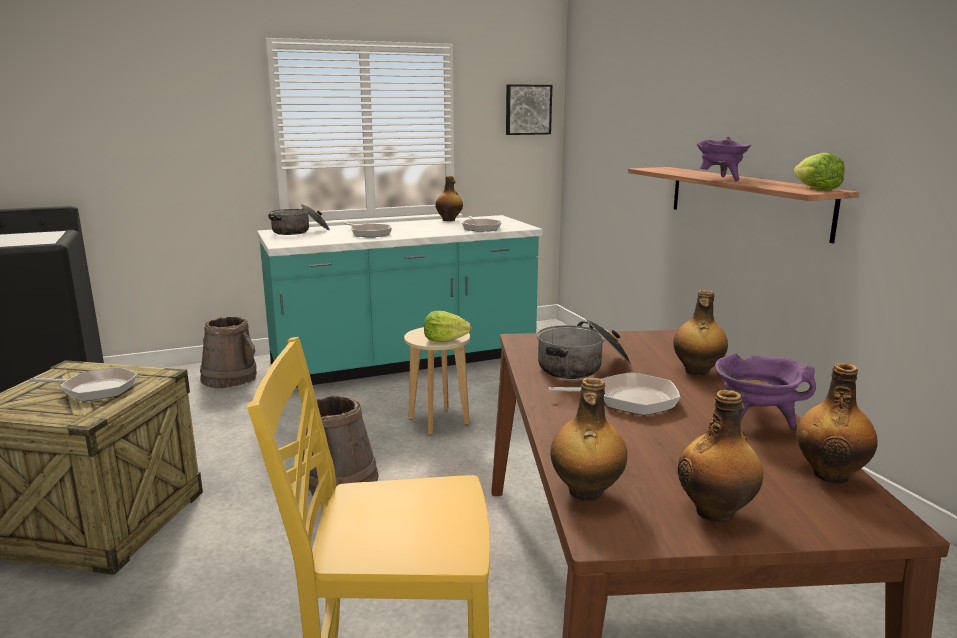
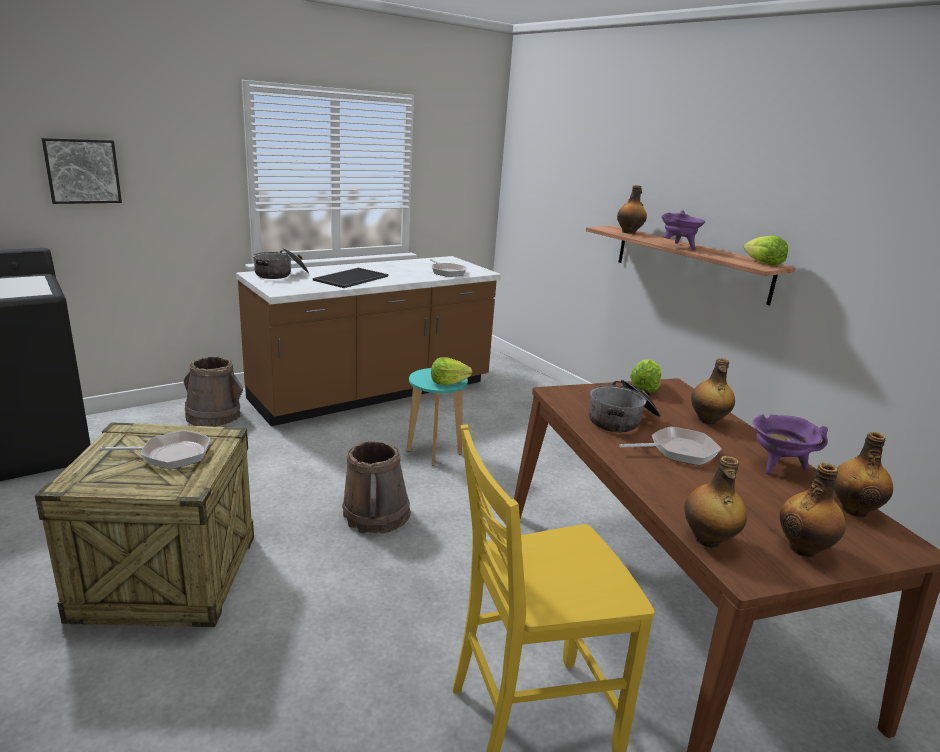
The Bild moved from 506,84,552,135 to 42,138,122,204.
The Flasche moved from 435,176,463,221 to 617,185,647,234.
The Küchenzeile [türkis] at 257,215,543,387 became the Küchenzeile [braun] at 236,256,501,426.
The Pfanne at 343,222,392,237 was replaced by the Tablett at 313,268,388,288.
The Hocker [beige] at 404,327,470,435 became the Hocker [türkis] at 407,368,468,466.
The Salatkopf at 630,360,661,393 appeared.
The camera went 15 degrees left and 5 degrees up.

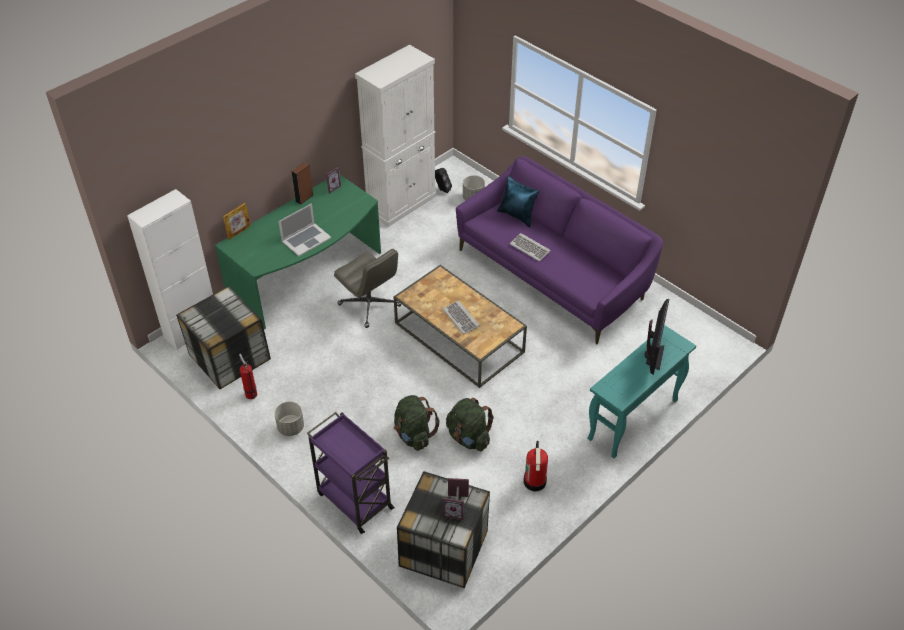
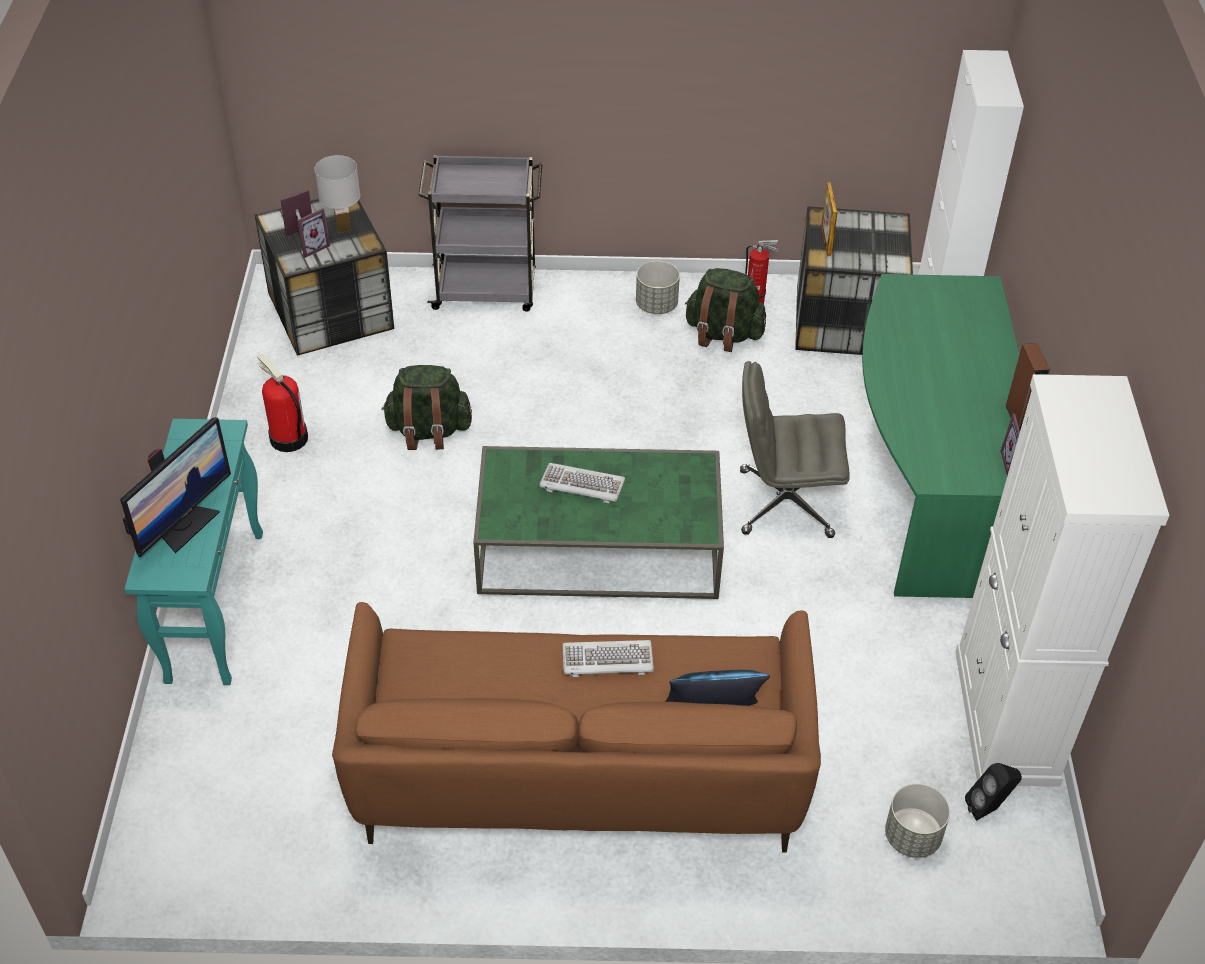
The Sofa [lila] at 456,156,663,344 became the Sofa [braun] at 332,602,821,853.
The Bilderrahmen moved from 223,203,250,240 to 821,182,838,256.
The Laptop at 279,203,331,256 disappeared.
The Couchtisch [braun] at 394,265,527,388 became the Couchtisch [grün] at 473,446,724,599.
The Monitor at 644,299,669,375 turned 120 degrees counterclockwise.
The Rucksack [grün] moved from 394,395,440,451 to 685,268,766,352.
The Rollwagen [lila] at 307,412,395,534 became the Rollwagen [grau] at 418,155,542,312.
The Tischlampe [weiß] at 314,155,360,233 appeared.
The camera went 135 degrees right and 0 degrees up.

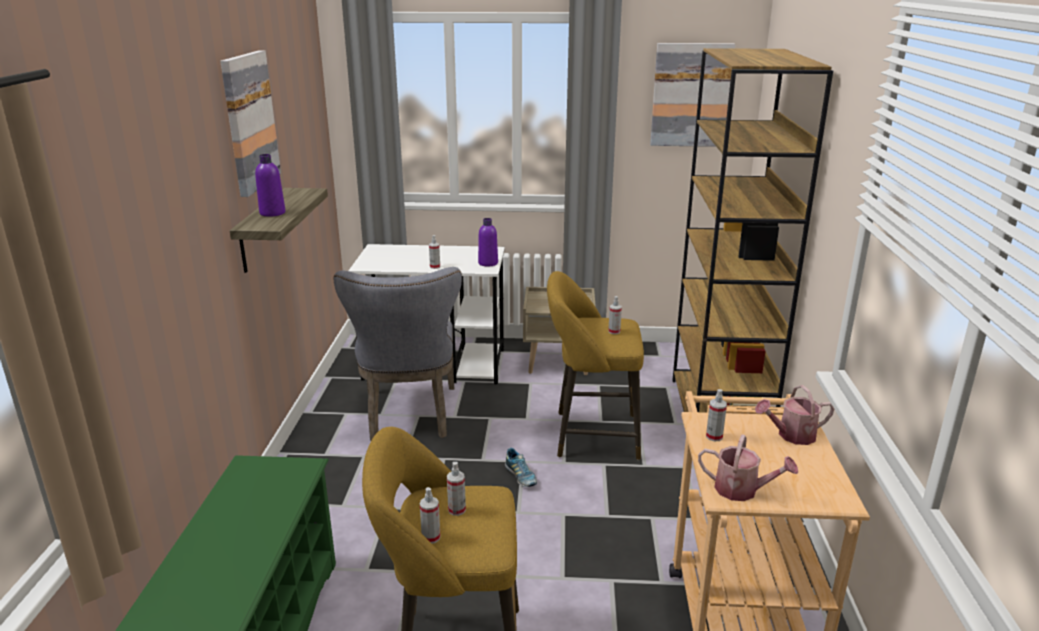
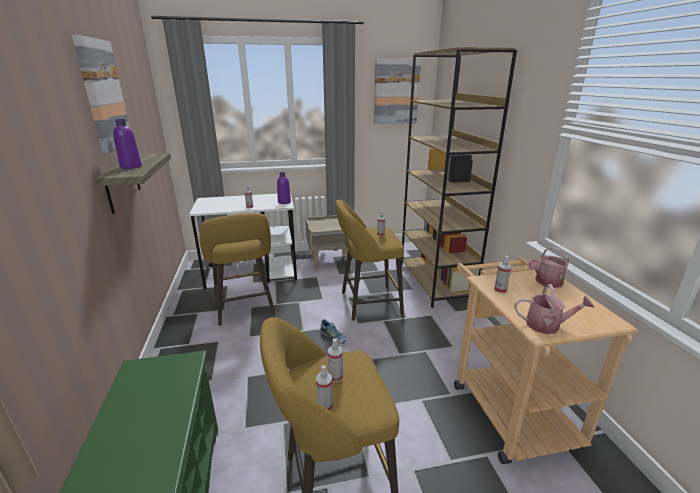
The Stuhl [grau] at 333,267,462,441 was replaced by the Hocker [gelb] at 200,213,276,326.
The camera went 15 degrees left and 0 degrees up.

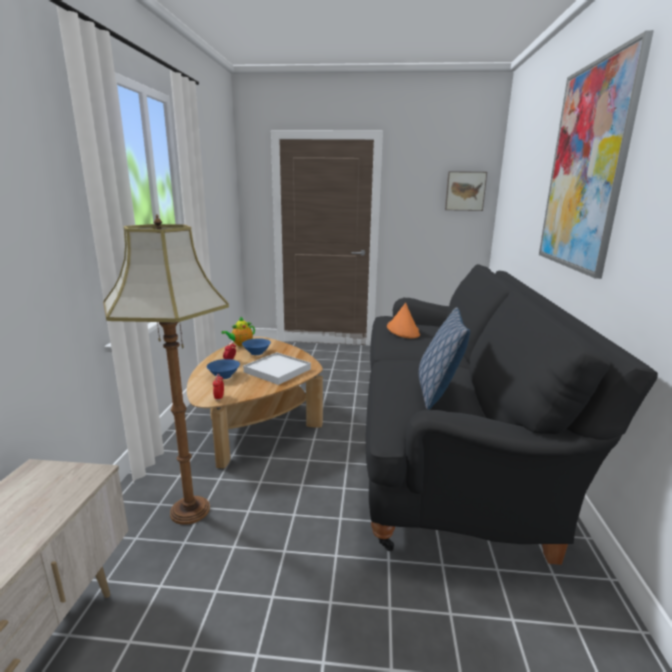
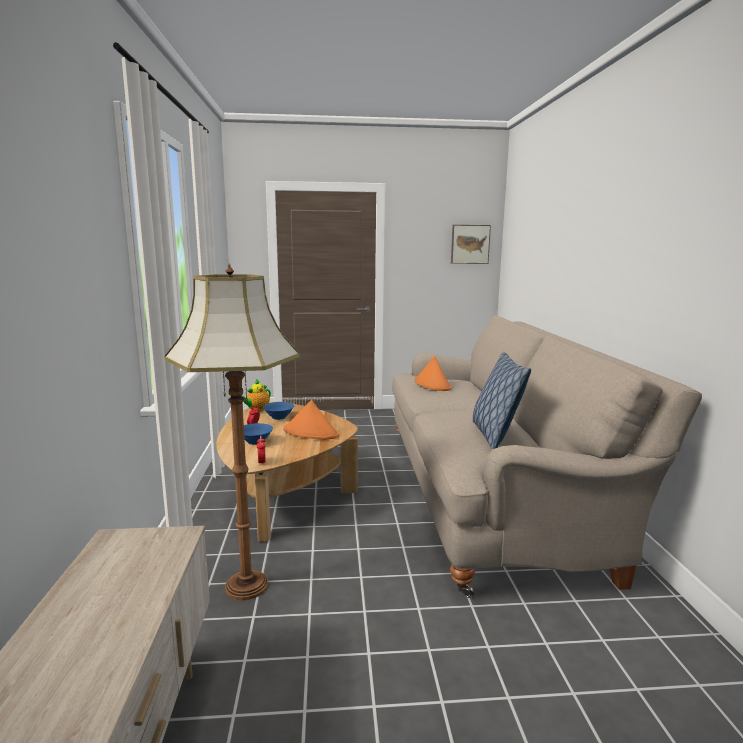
The Bild at 539,30,654,279 disappeared.
The Sofa [schwarz] at 366,264,658,565 became the Sofa [beige] at 392,316,702,598.
The Tablett [weiß] at 243,352,311,385 was replaced by the Hut [orange] at 283,400,339,440.
The camera went 10 degrees left and 5 degrees down.

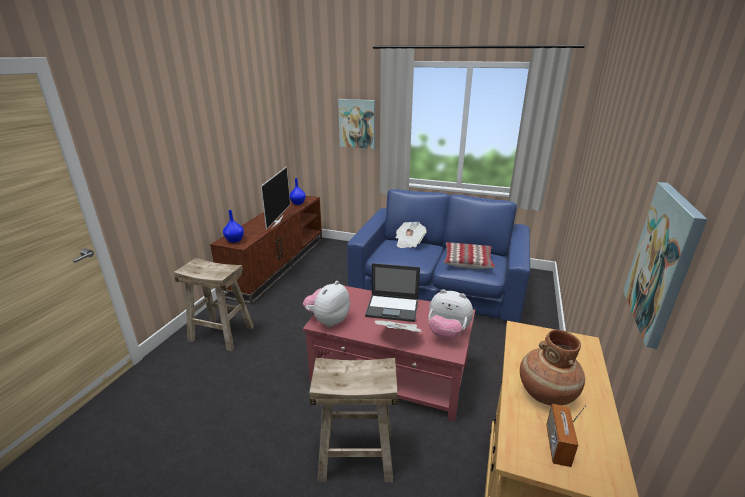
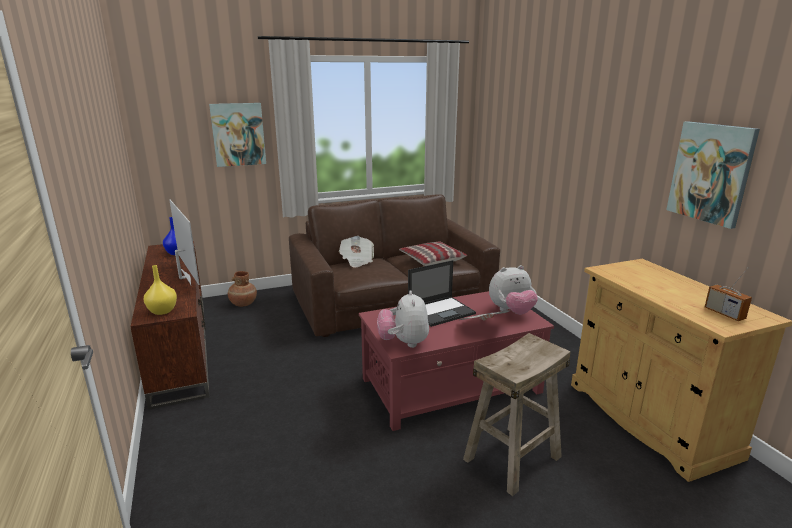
The Sofa [blau] at 347,189,530,323 became the Sofa [braun] at 289,194,500,337.
The Vase [blau] at 223,210,244,243 became the Vase [gelb] at 144,265,177,315.
The Hocker [beige] at 174,258,254,351 disappeared.
The Vase [braun] moved from 520,329,585,405 to 228,271,257,307.
The camera went 40 degrees left and 5 degrees down.

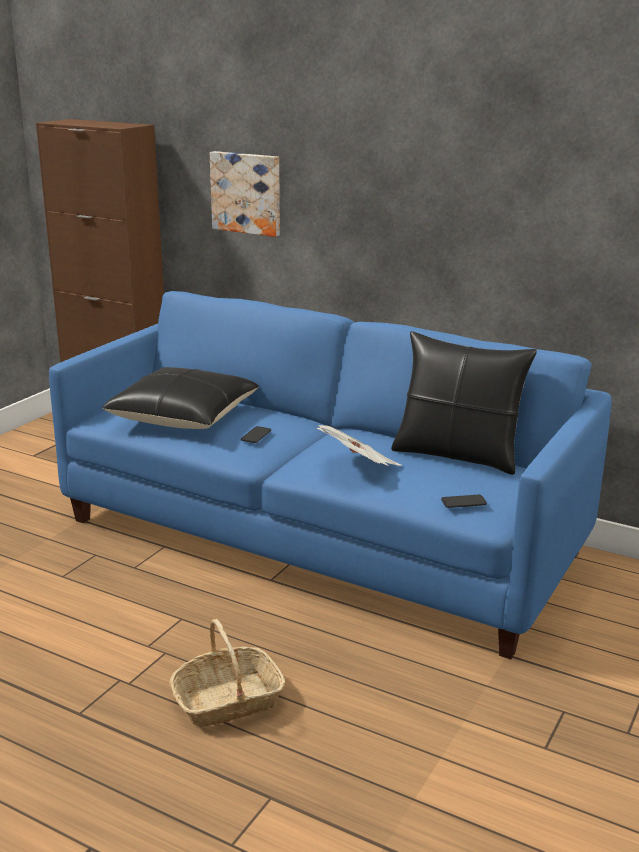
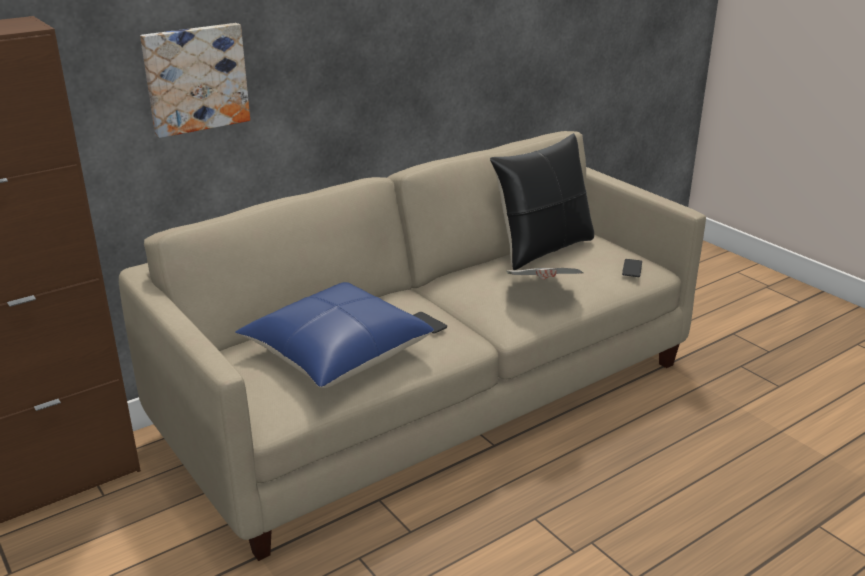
The Sofa [blau] at 49,291,612,659 became the Sofa [beige] at 119,131,706,561.
The Kissen [schwarz] at 102,367,259,429 became the Kissen [blau] at 235,282,434,388.
The Korb at 169,619,285,727 disappeared.
The camera went 65 degrees left and 5 degrees up.

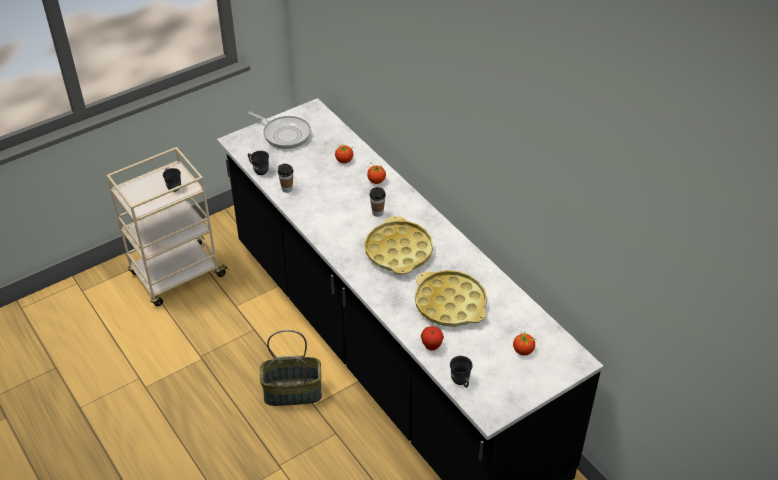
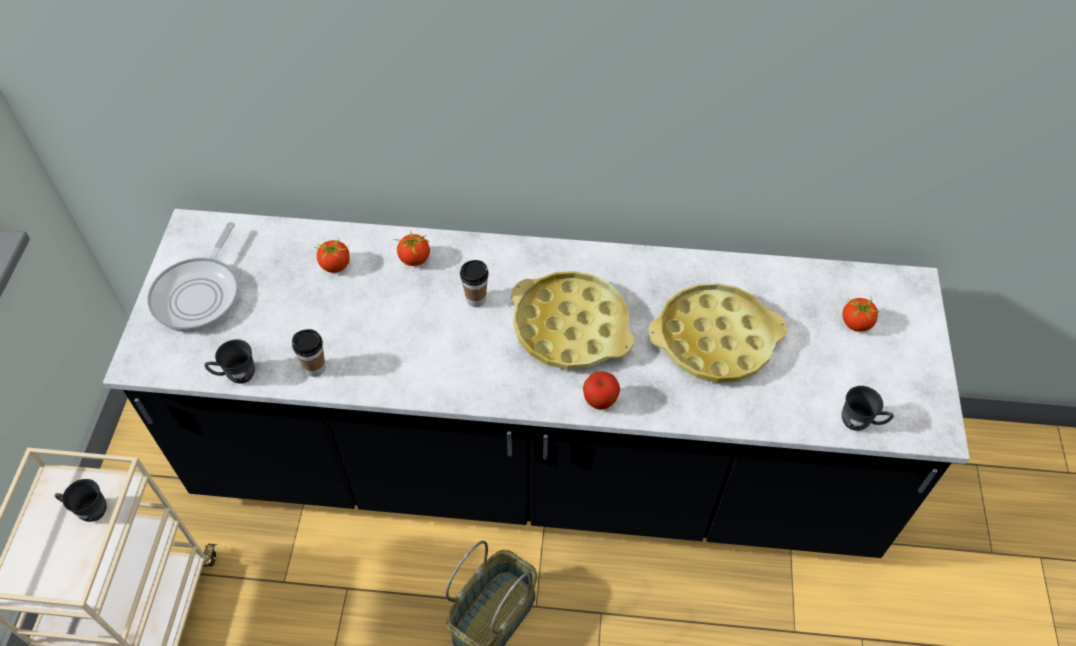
The Pfanne at 248,111,311,149 turned 120 degrees clockwise.
The Apfel moved from 421,326,444,350 to 583,371,620,410.
The camera went 50 degrees left and 10 degrees up.

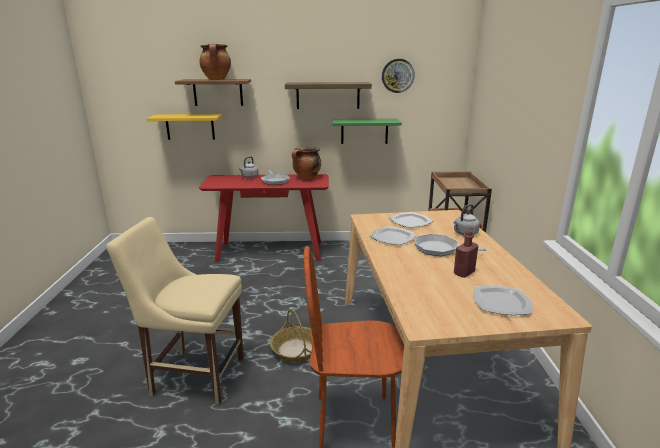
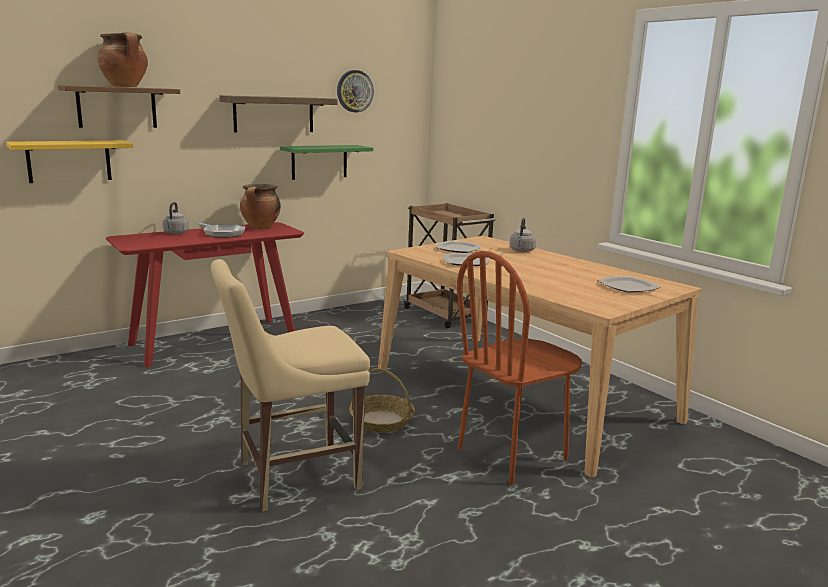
The Flasche [rot] at 454,230,478,278 disappeared.
The Pfanne at 414,234,487,256 disappeared.
The camera went 35 degrees left and 5 degrees down.

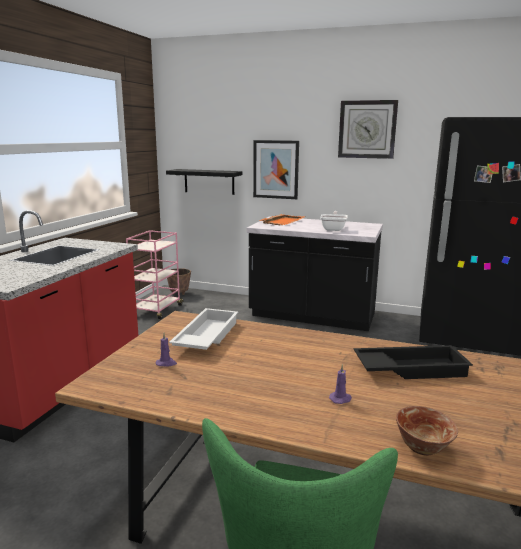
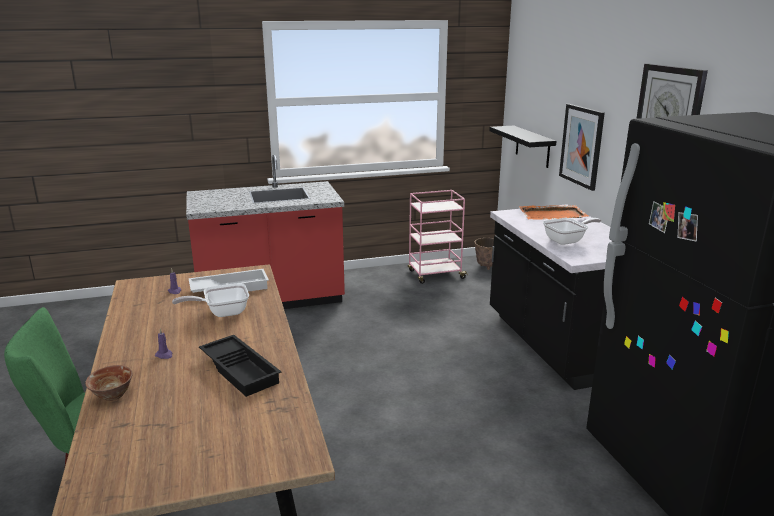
The Pfanne at 172,283,249,317 appeared.
The camera went 55 degrees right and 5 degrees up.

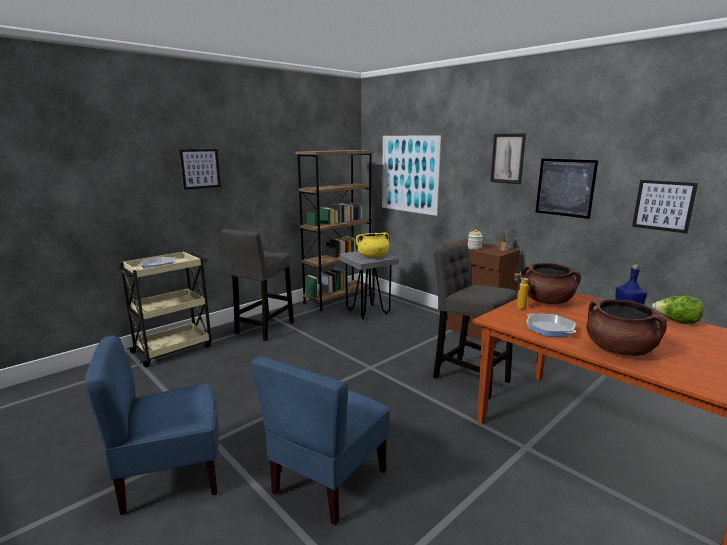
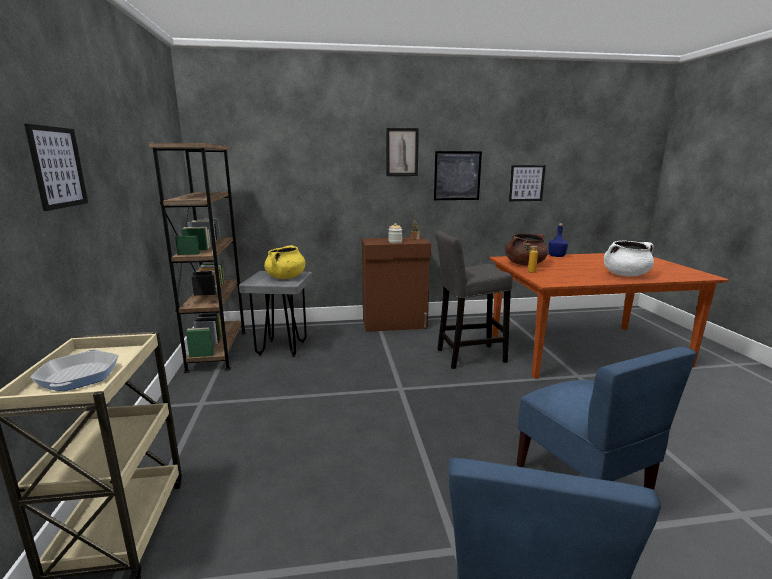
The Bild at 382,135,441,216 disappeared.
The Hocker [grau] at 221,229,294,341 disappeared.
The Salatkopf at 652,296,703,324 disappeared.
The Kochtopf [braun] at 586,299,667,356 became the Kochtopf [weiß] at 604,240,654,276.
The Pfanne at 526,313,576,337 disappeared.
The camera went 55 degrees left and 0 degrees up.

